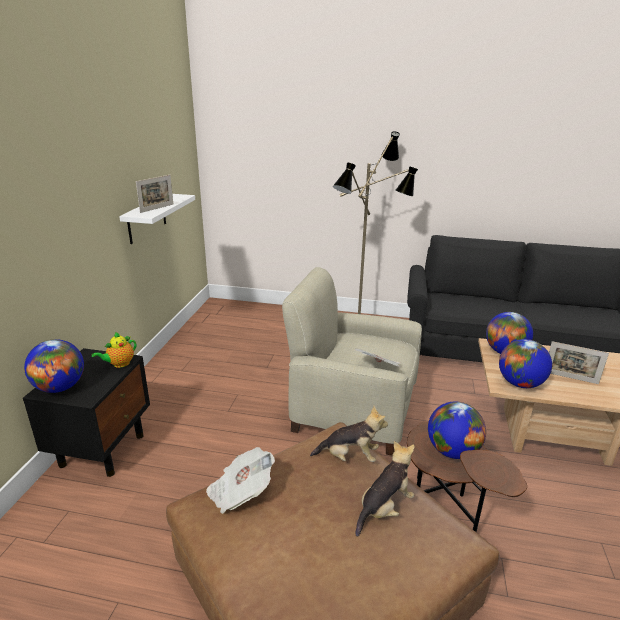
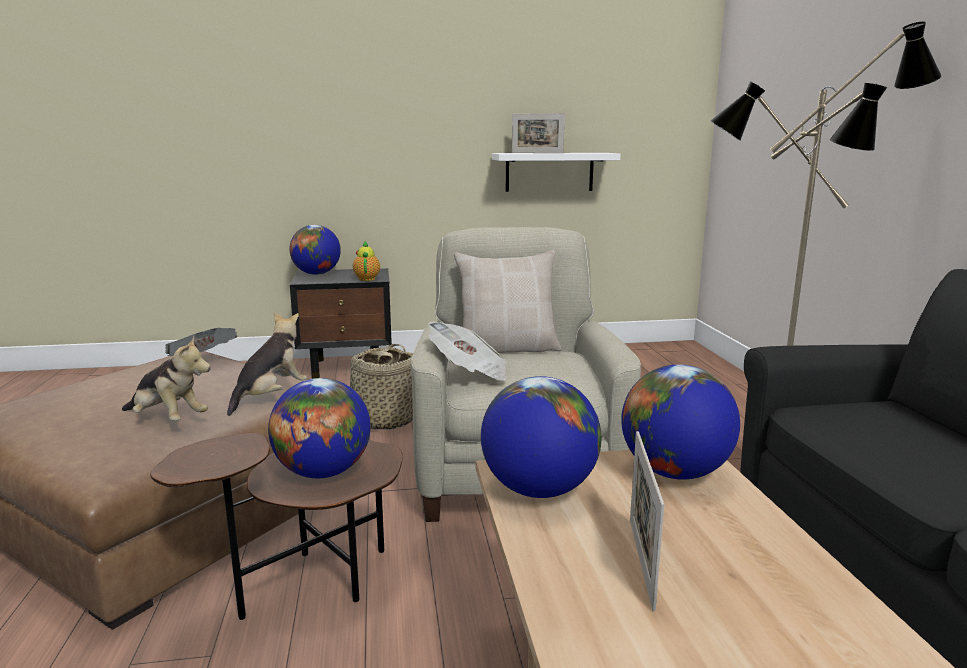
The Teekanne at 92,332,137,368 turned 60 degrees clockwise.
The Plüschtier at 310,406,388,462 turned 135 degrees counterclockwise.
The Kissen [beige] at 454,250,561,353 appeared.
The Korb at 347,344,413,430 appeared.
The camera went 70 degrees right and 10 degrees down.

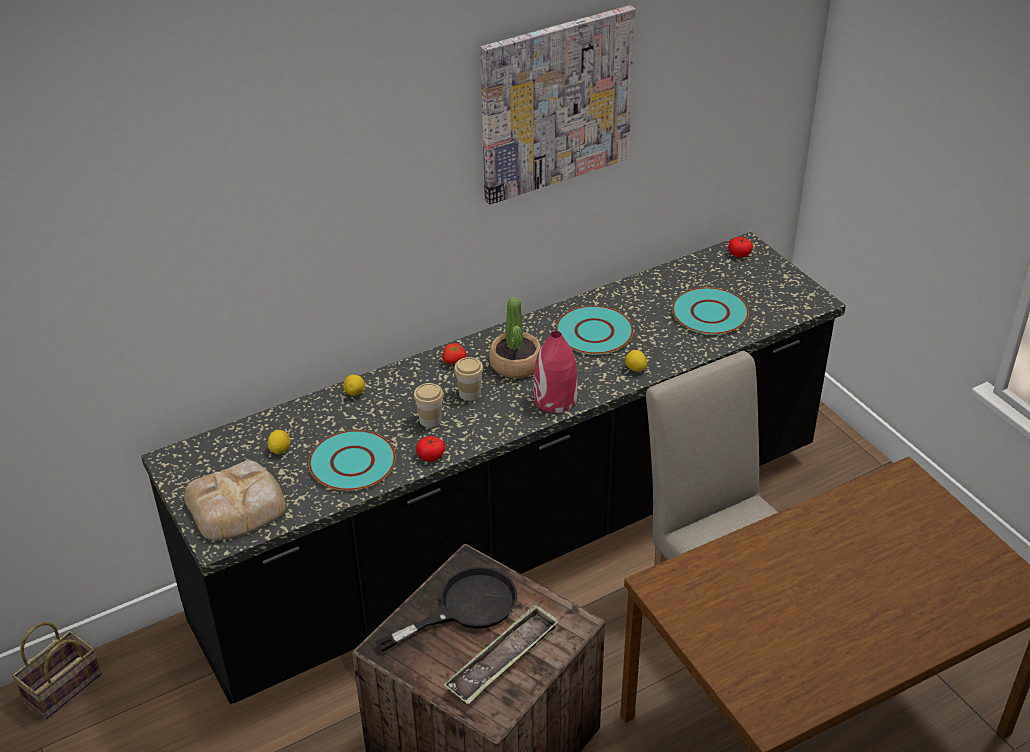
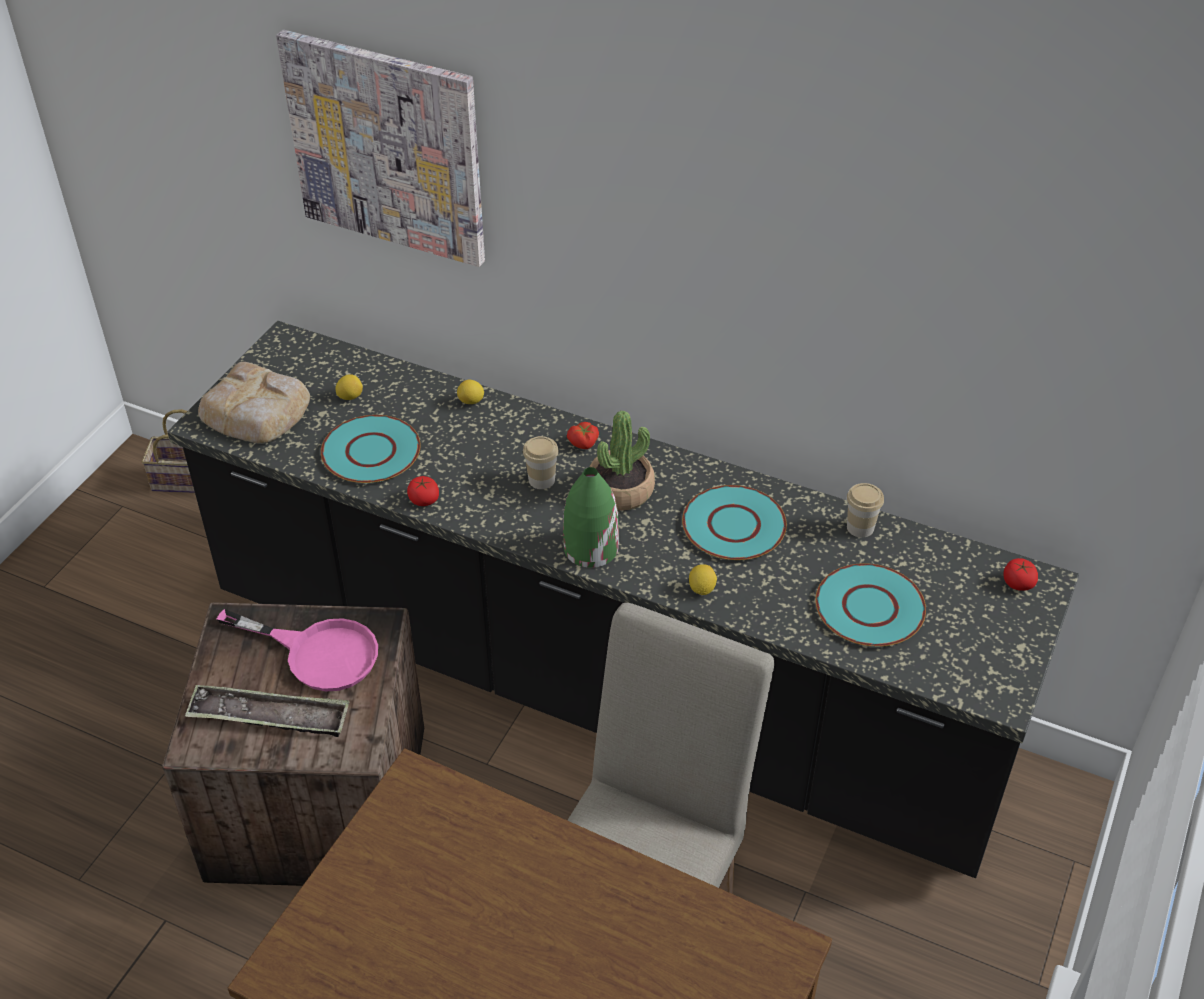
The Bild moved from 480,5,636,204 to 276,30,485,267.
The Vase [rot] at 534,331,577,413 became the Vase [grün] at 563,467,619,568.
The Tasse moved from 414,383,443,428 to 847,483,884,538.
The Pfanne [schwarz] at 375,567,518,652 became the Pfanne [rosa] at 217,609,378,691.
The camera went 55 degrees right and 5 degrees up.

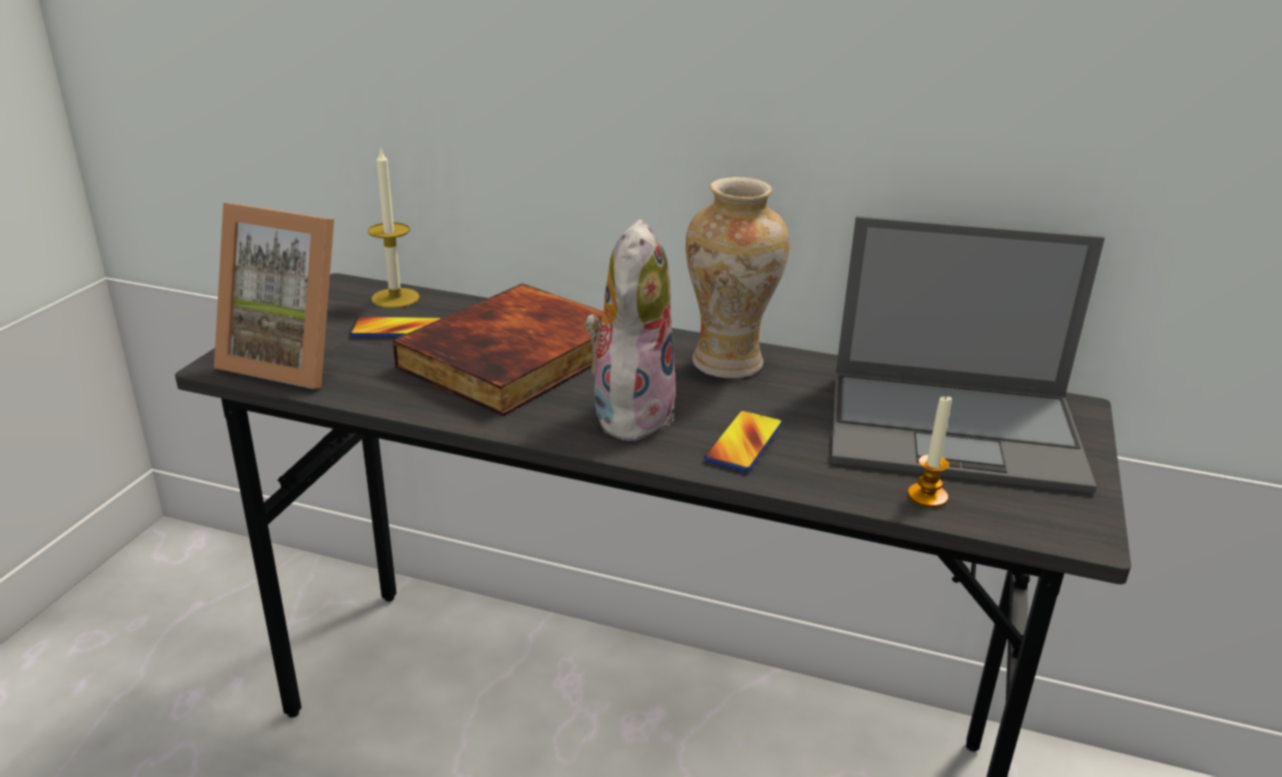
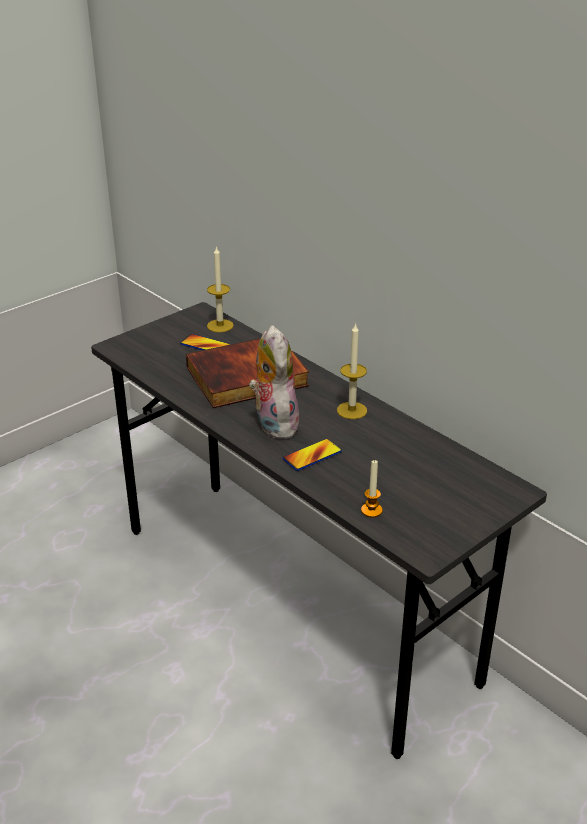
The Vase at 686,177,790,378 was replaced by the Kerze at 337,323,367,419.
The Bilderrahmen at 214,203,334,389 disappeared.
The Laptop at 831,216,1105,494 disappeared.
The Plüschtier at 584,219,676,443 turned 60 degrees counterclockwise.
The camera went 30 degrees right and 5 degrees up.

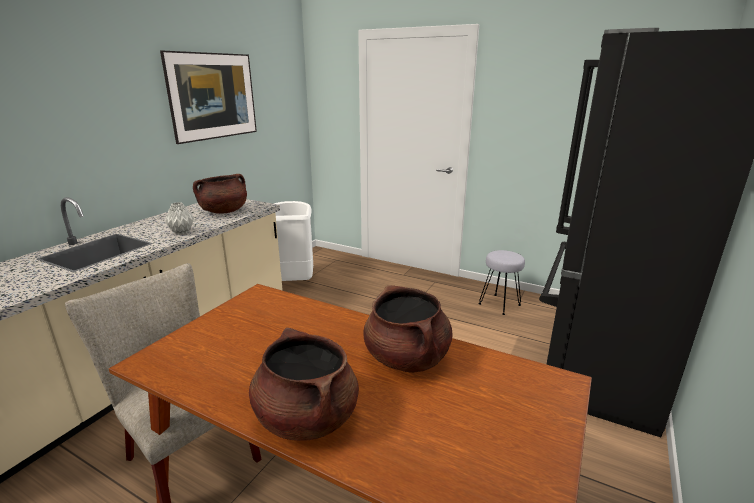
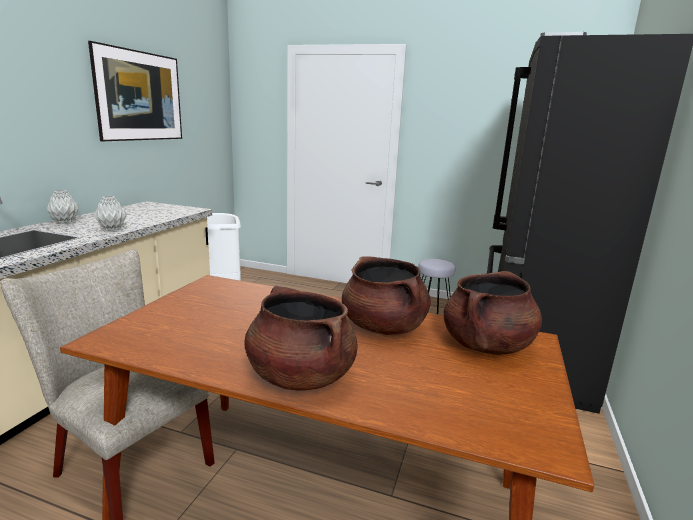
The Kochtopf [braun] moved from 193,174,247,214 to 444,271,542,355.
The Vase [grau] at 46,190,79,223 appeared.
The camera went 10 degrees left and 5 degrees down.

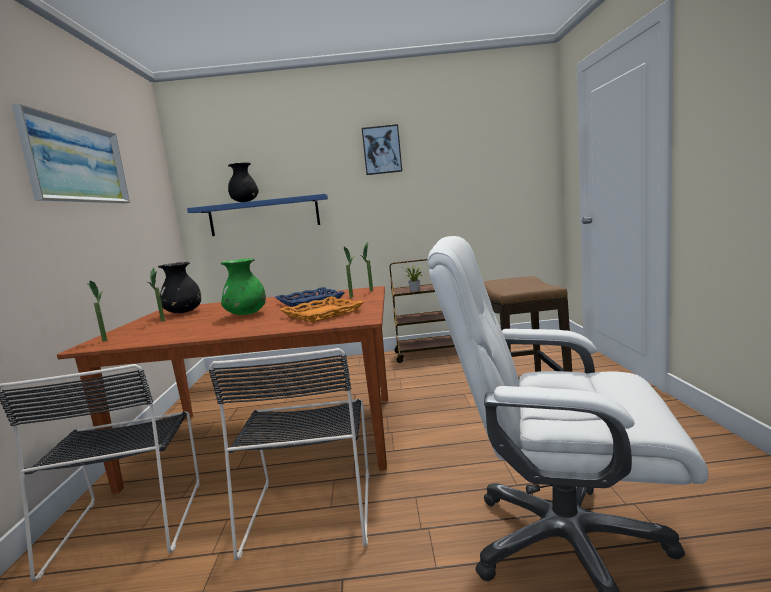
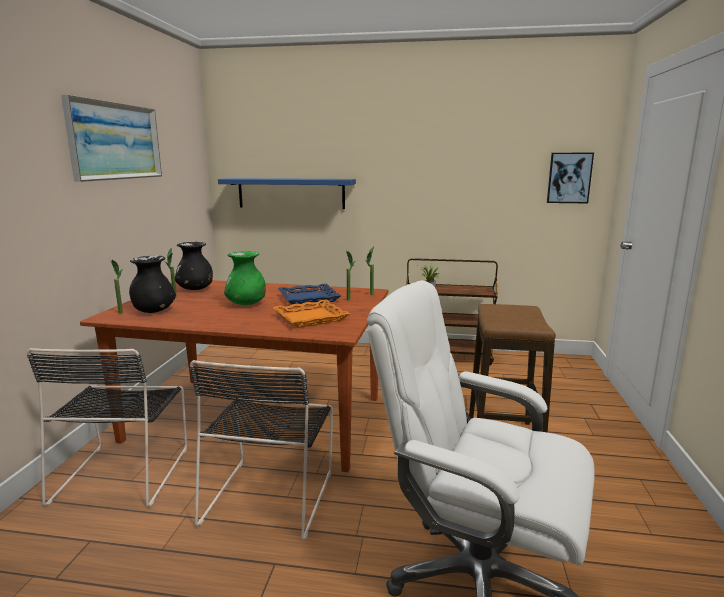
The Bild moved from 362,124,402,175 to 547,153,594,203.
The Vase [schwarz] moved from 228,163,259,202 to 129,256,176,313.
The camera went 10 degrees right and 5 degrees up.

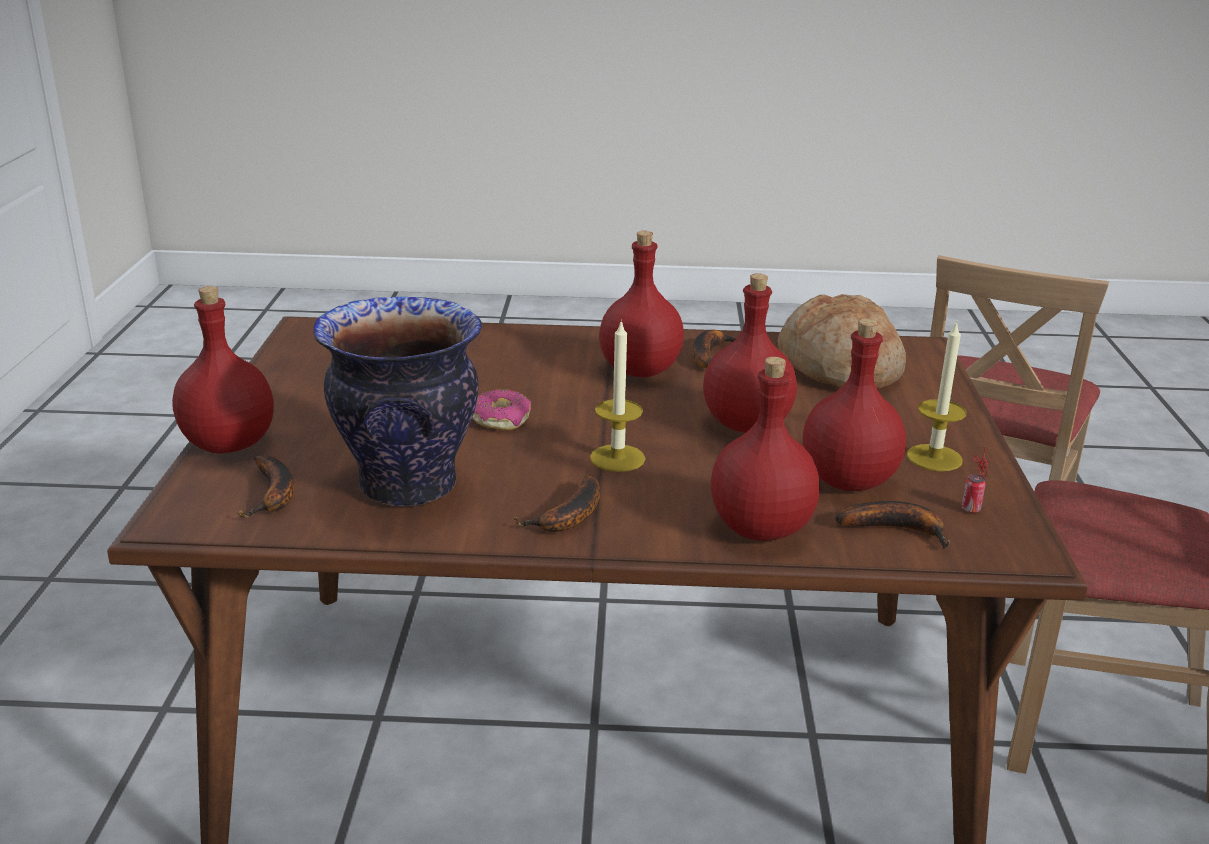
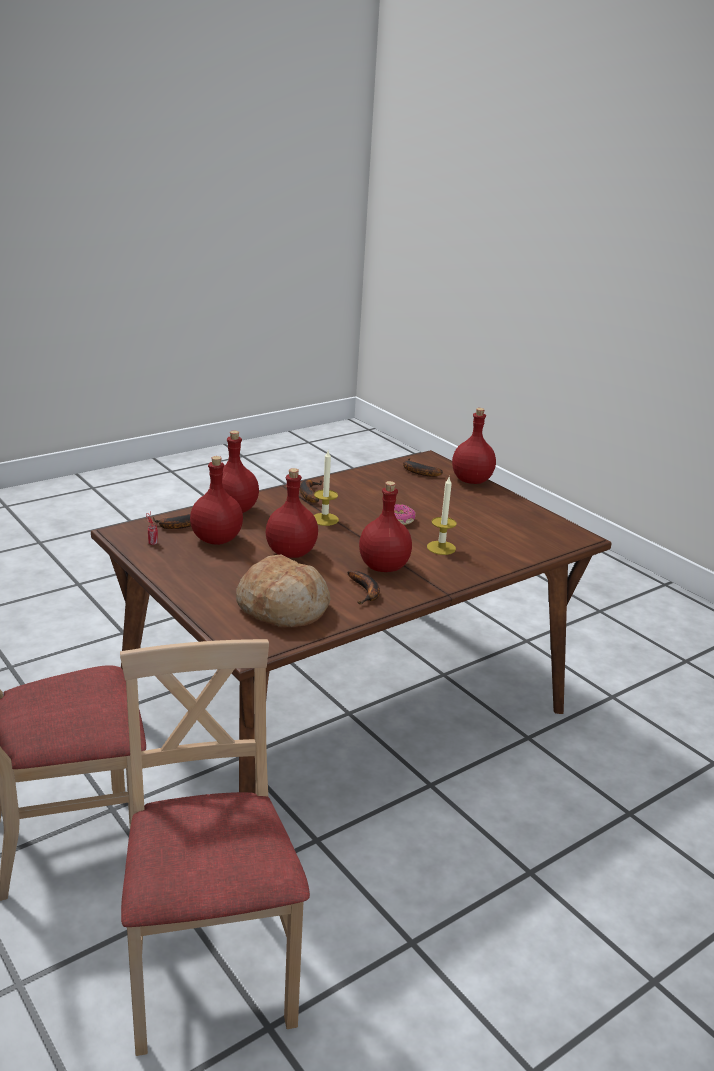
The Vase at 313,297,482,506 disappeared.
The Kerze moved from 907,321,967,471 to 427,477,457,555.
The camera went 140 degrees right and 0 degrees up.

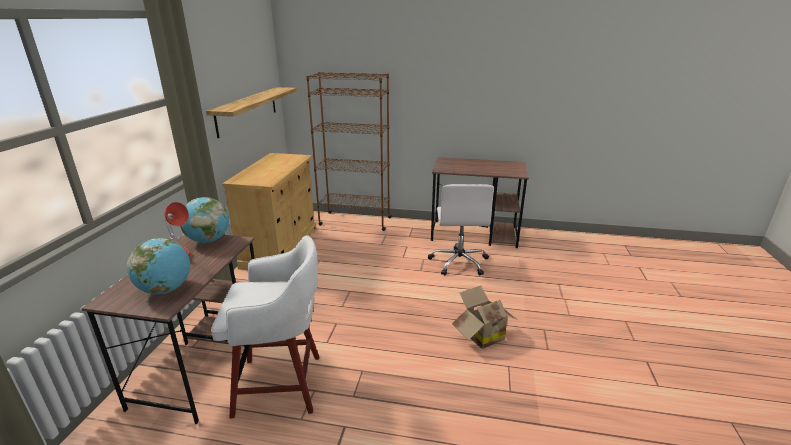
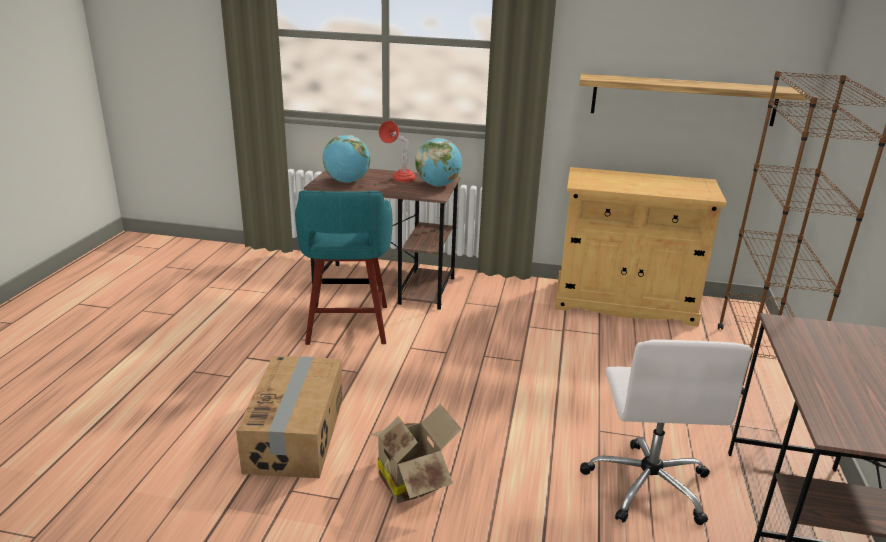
The Bürostuhl [weiß] at 428,184,494,275 turned 90 degrees counterclockwise.
The Hocker [weiß] at 211,235,319,419 became the Hocker [türkis] at 295,190,392,345.
The Karton at 236,356,343,478 appeared.
The camera went 90 degrees right and 0 degrees up.

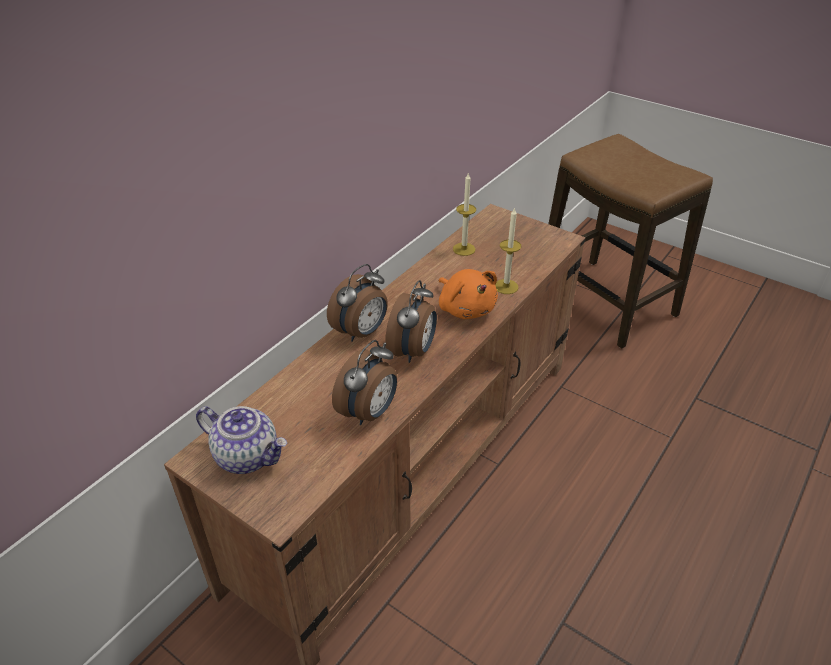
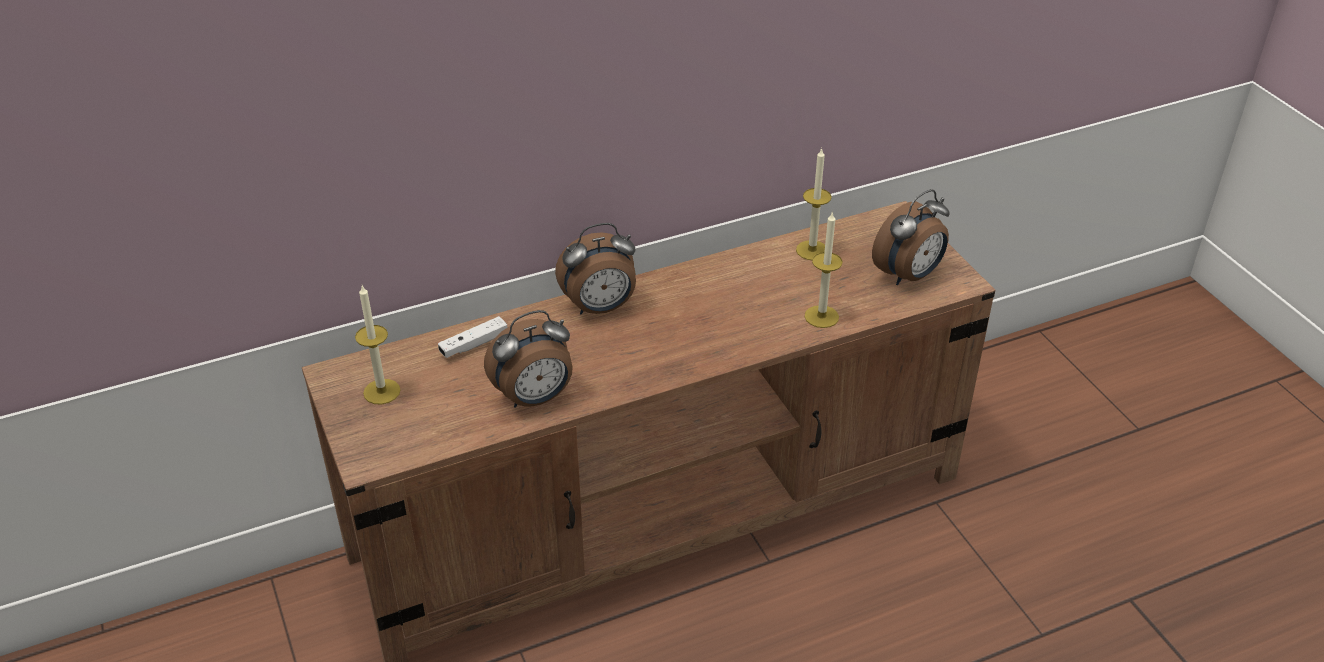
The Hocker at 548,134,713,348 disappeared.
The Plüschtier [orange] at 439,269,498,319 disappeared.
The Wecker moved from 385,280,437,363 to 872,189,950,285.
The Teekanne at 196,406,287,474 was replaced by the Kerze at 355,286,400,404.
The Gamepad [weiß] at 438,316,507,358 appeared.
The camera went 30 degrees right and 0 degrees up.

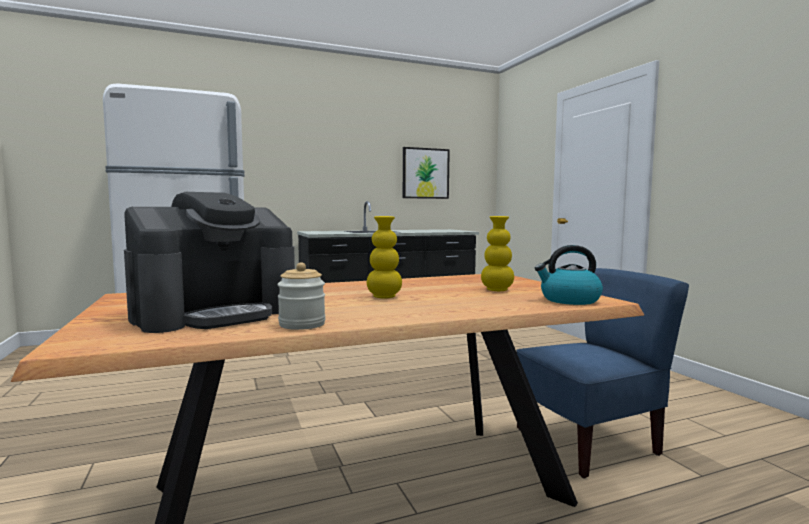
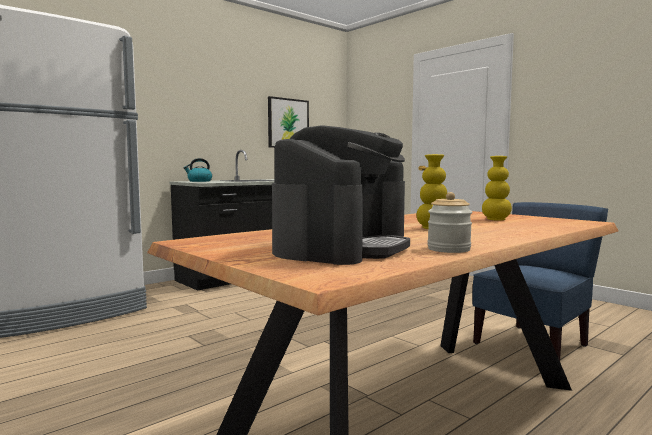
The Wasserkessel moved from 535,245,603,305 to 184,158,212,182.
The camera went 20 degrees left and 0 degrees up.

